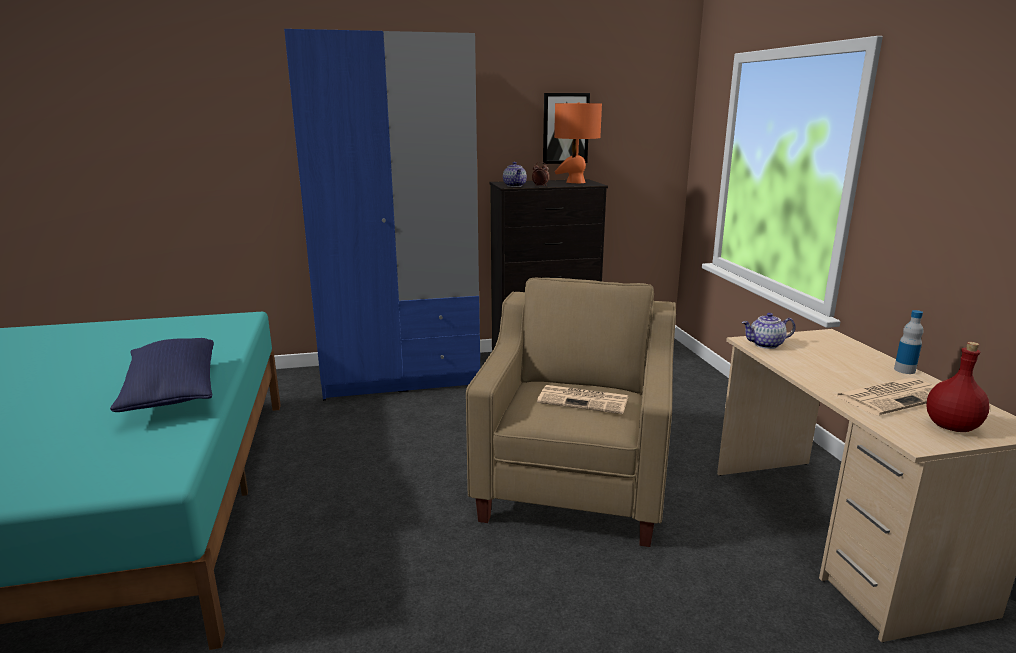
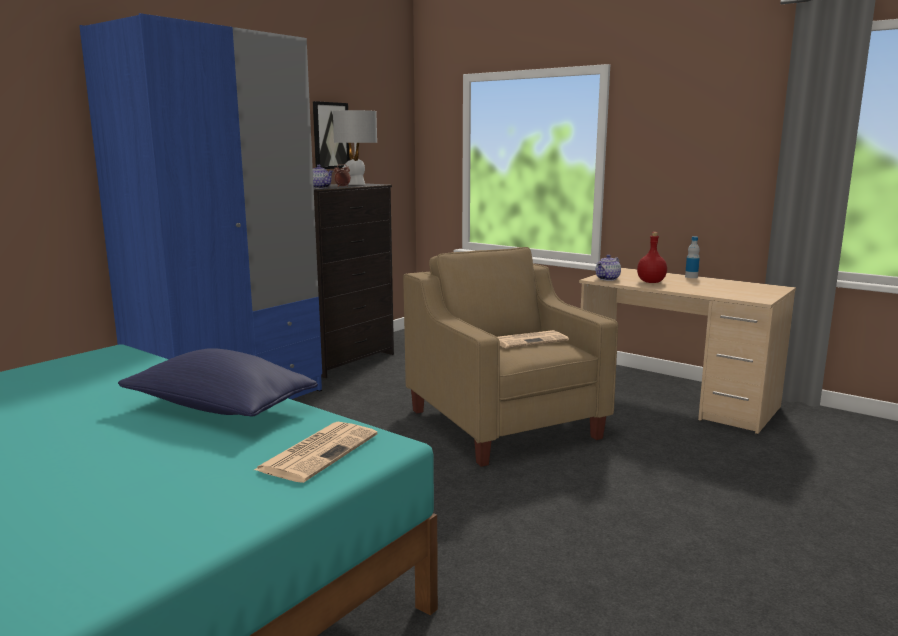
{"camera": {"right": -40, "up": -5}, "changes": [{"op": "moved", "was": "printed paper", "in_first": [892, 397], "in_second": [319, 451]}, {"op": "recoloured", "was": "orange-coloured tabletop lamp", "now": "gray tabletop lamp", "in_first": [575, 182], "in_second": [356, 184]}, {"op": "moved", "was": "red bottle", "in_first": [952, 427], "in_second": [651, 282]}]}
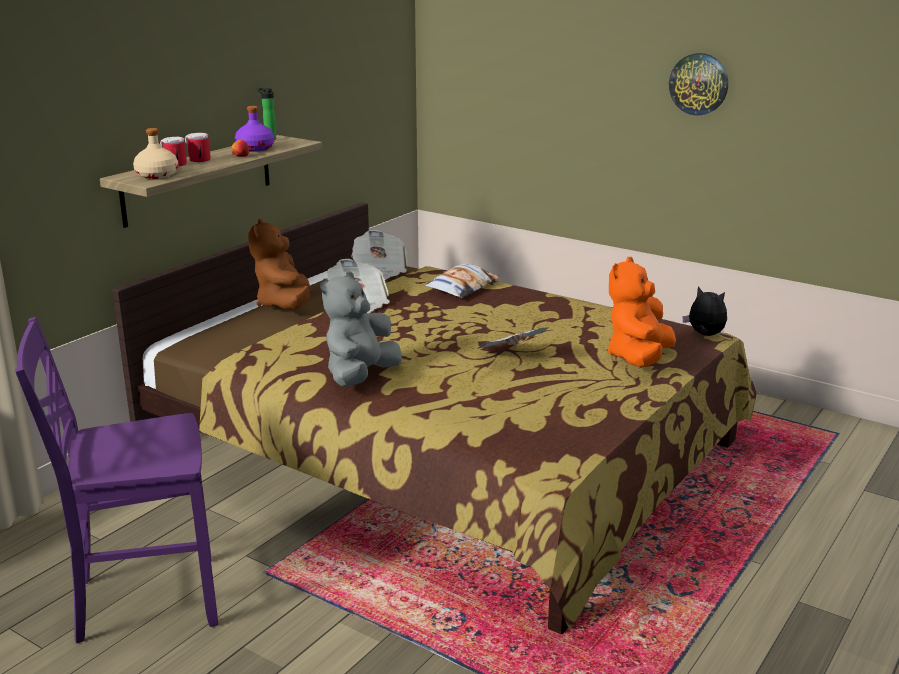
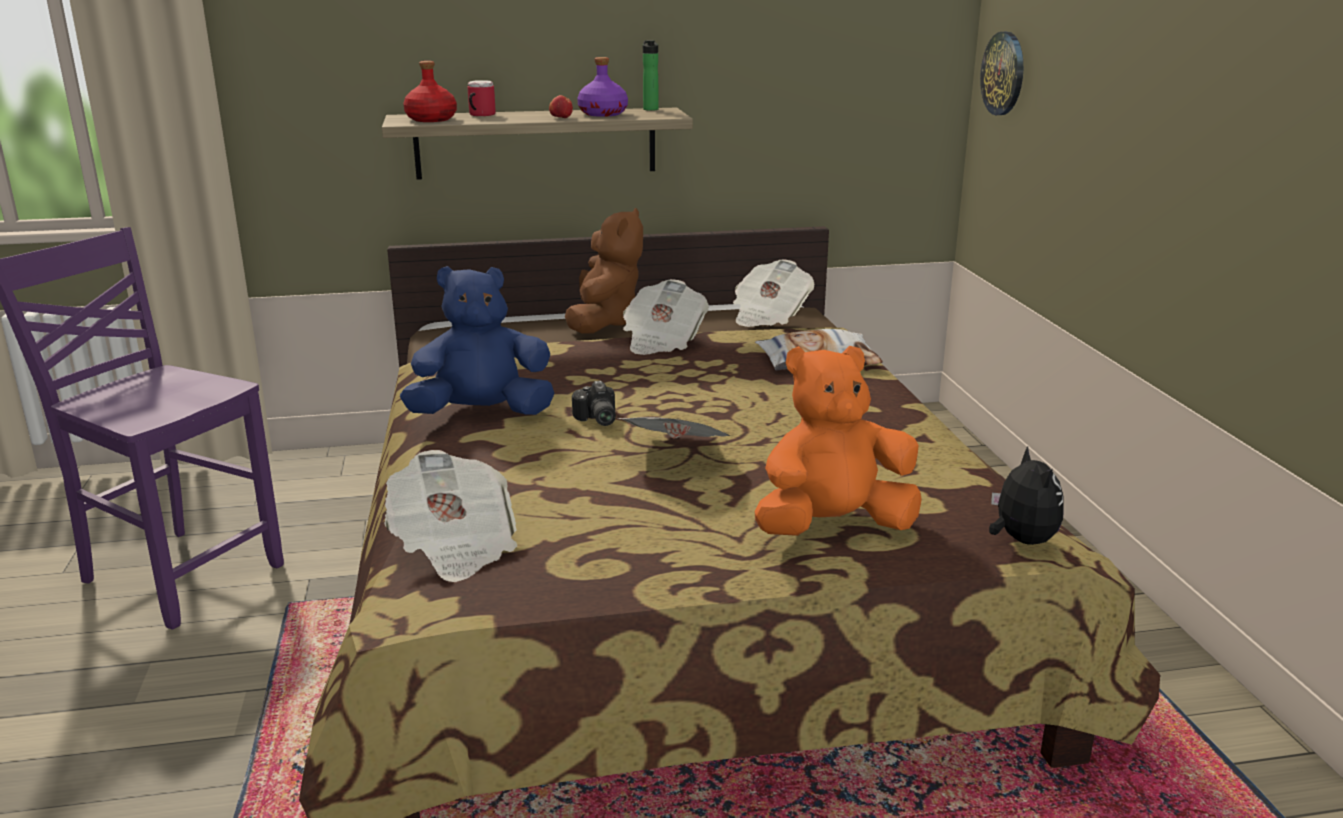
{"camera": {"right": 45, "up": 0}, "changes": [{"op": "added", "now": "printed paper", "in_second": [454, 546]}, {"op": "recoloured", "was": "gray plush toy", "now": "blue plush toy", "in_first": [360, 377], "in_second": [482, 414]}, {"op": "recoloured", "was": "sand-coloured bottle", "now": "red bottle", "in_first": [156, 175], "in_second": [430, 119]}, {"op": "turned", "was": "brown plush toy", "in_first": [284, 305], "in_second": [604, 322], "clockwise": 150}, {"op": "added", "now": "still camera", "in_second": [596, 419]}, {"op": "moved", "was": "wall clock", "in_first": [699, 84], "in_second": [1004, 73]}, {"op": "removed", "was": "mug", "in_first": [199, 161]}]}
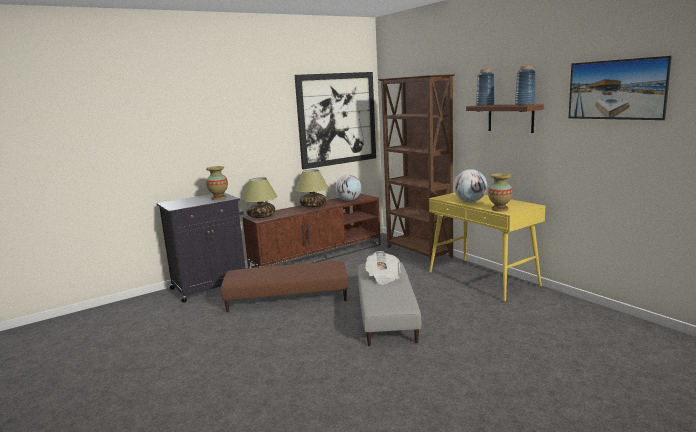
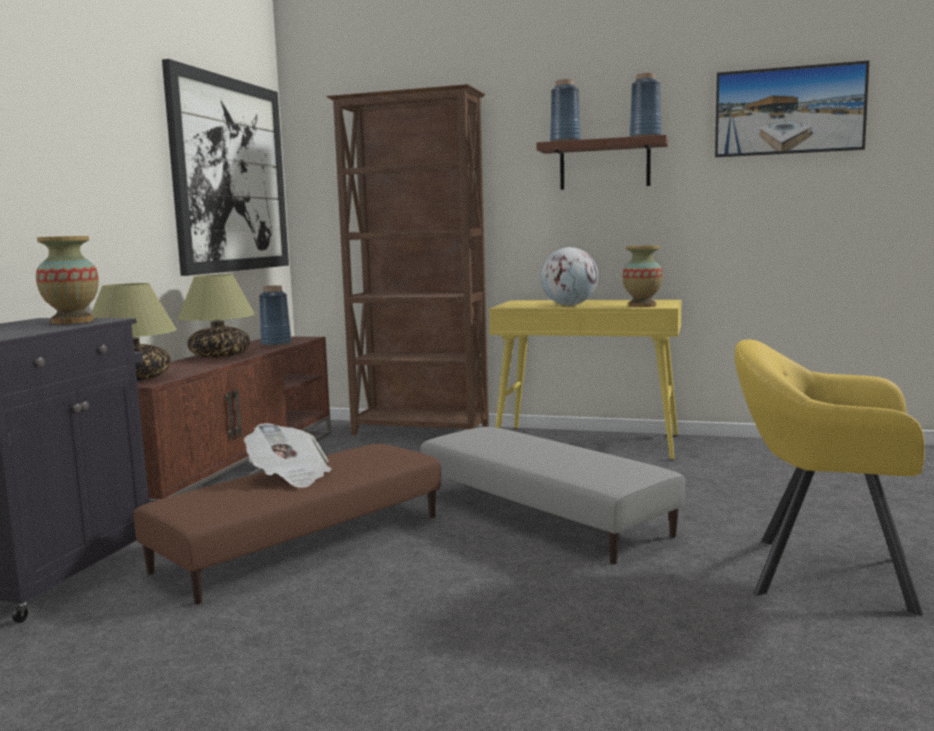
{"camera": {"right": -40, "up": -5}, "changes": [{"op": "moved", "was": "printed paper", "in_first": [383, 277], "in_second": [289, 477]}, {"op": "replaced", "was": "desk globe", "now": "blue flower vase", "in_first": [349, 200], "in_second": [276, 344]}, {"op": "added", "now": "yellow armchair", "in_second": [821, 572]}]}
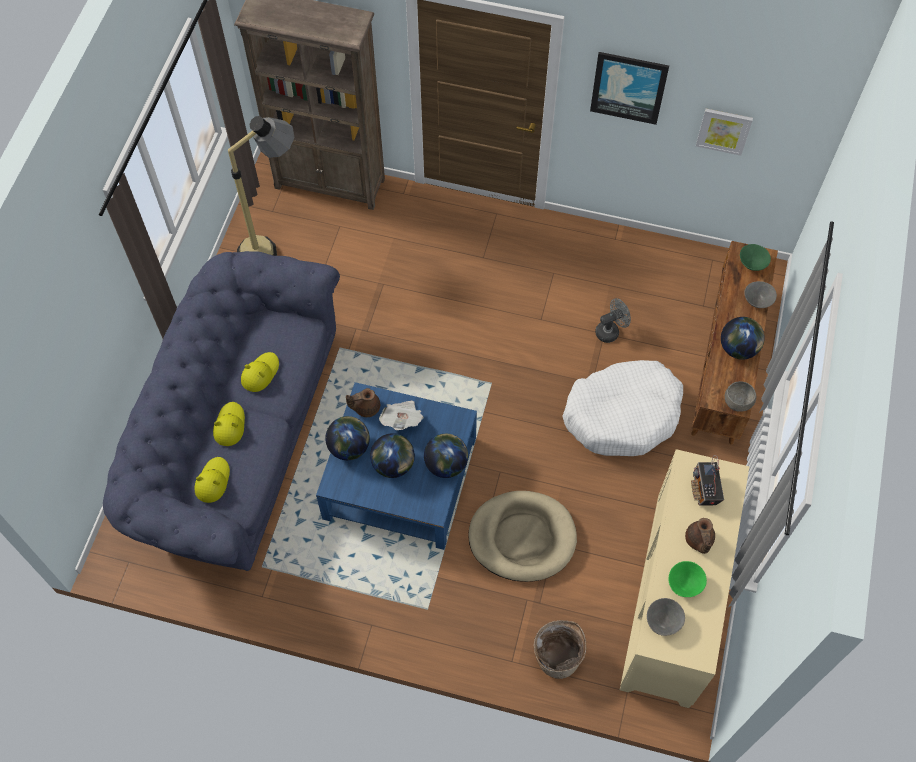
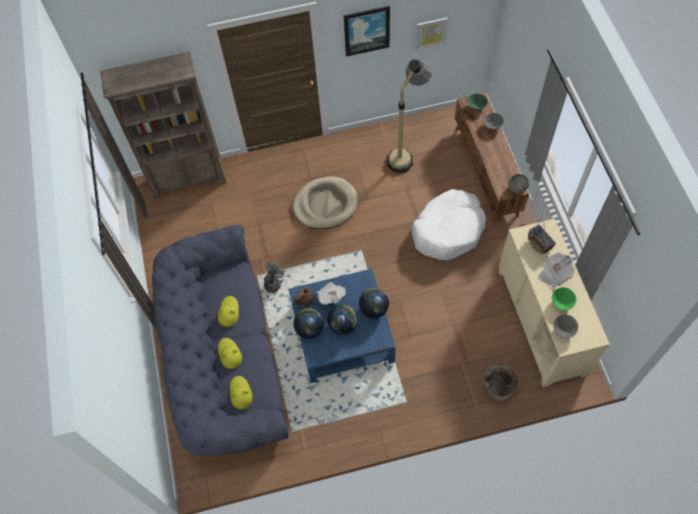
{"camera": {"right": -25, "up": 0}, "changes": [{"op": "moved", "was": "gray cooling fan", "in_first": [610, 331], "in_second": [274, 283]}, {"op": "moved", "was": "sand-coloured pet bed", "in_first": [522, 537], "in_second": [325, 205]}, {"op": "moved", "was": "floor lamp", "in_first": [274, 247], "in_second": [406, 152]}, {"op": "replaced", "was": "brown pot for tea", "now": "printed paper", "in_first": [698, 540], "in_second": [554, 274]}, {"op": "removed", "was": "desk globe", "in_first": [738, 348]}]}
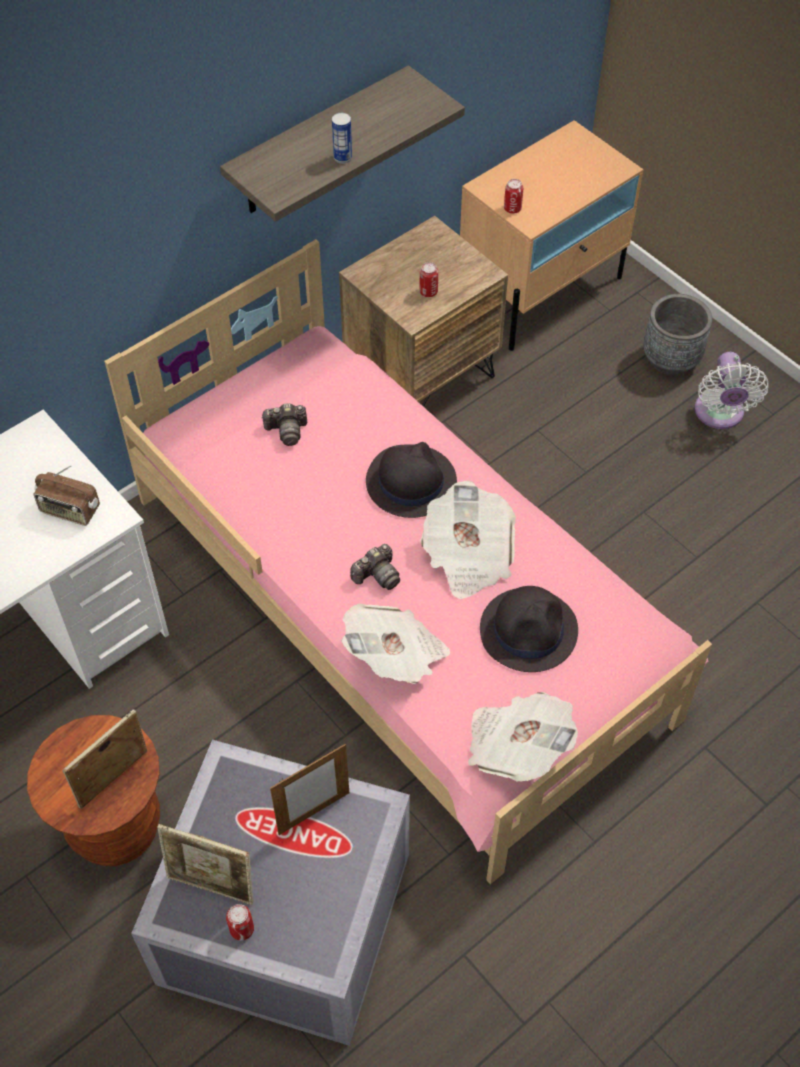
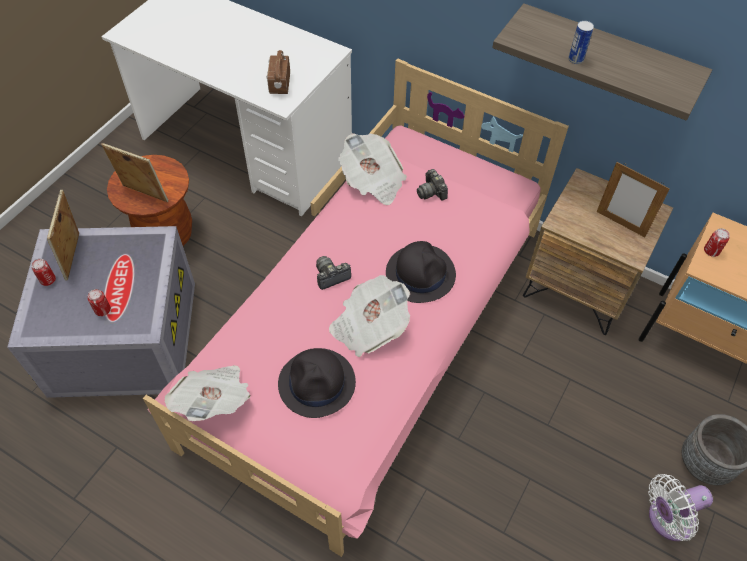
{"camera": {"right": 70, "up": 0}, "changes": [{"op": "moved", "was": "sealed can", "in_first": [428, 292], "in_second": [103, 310]}, {"op": "turned", "was": "still camera", "in_first": [377, 575], "in_second": [331, 276], "clockwise": 120}, {"op": "moved", "was": "printed paper", "in_first": [396, 656], "in_second": [373, 181]}, {"op": "moved", "was": "photo frame", "in_first": [314, 813], "in_second": [620, 224]}]}
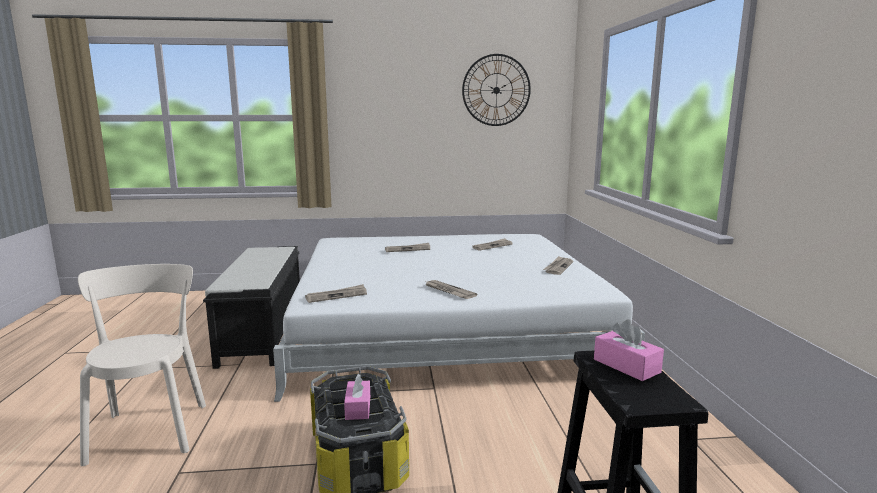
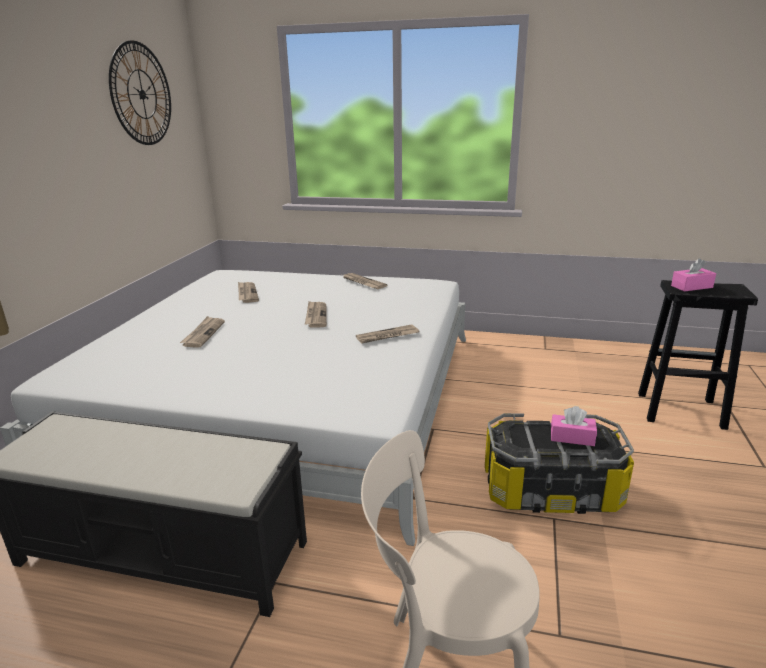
{"camera": {"right": -70, "up": 10}, "changes": [{"op": "moved", "was": "printed paper", "in_first": [337, 296], "in_second": [316, 316]}]}
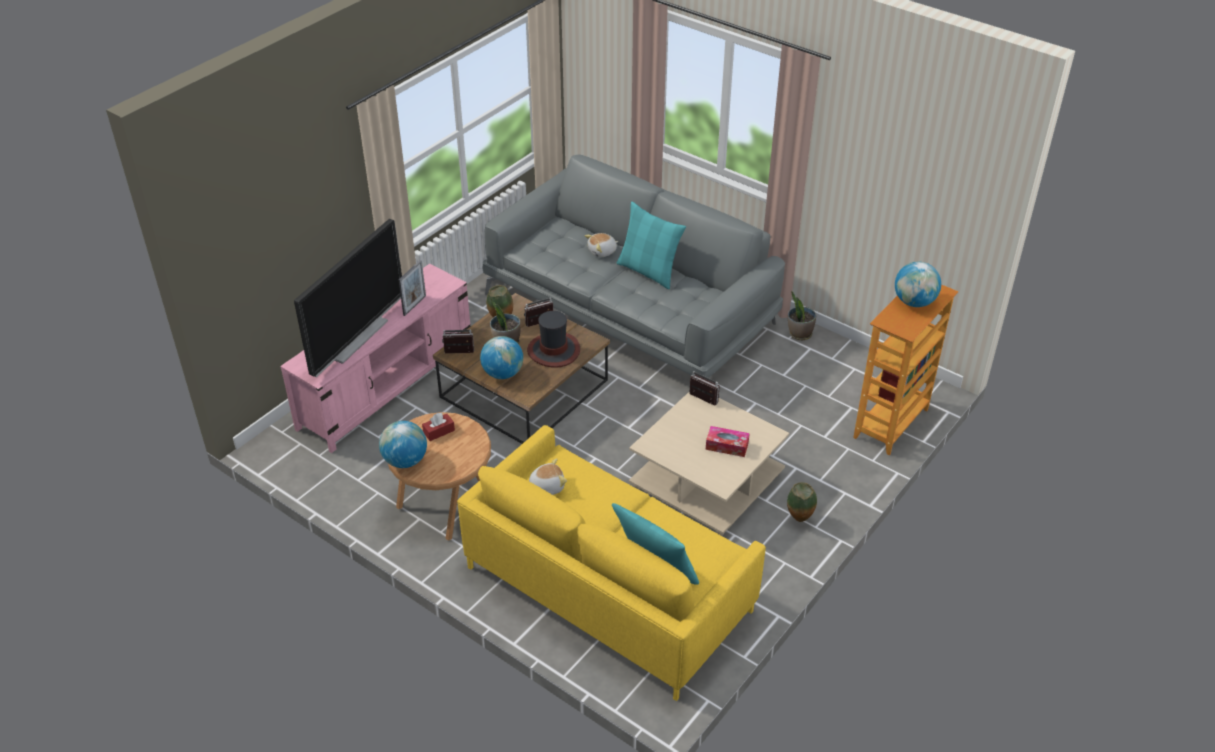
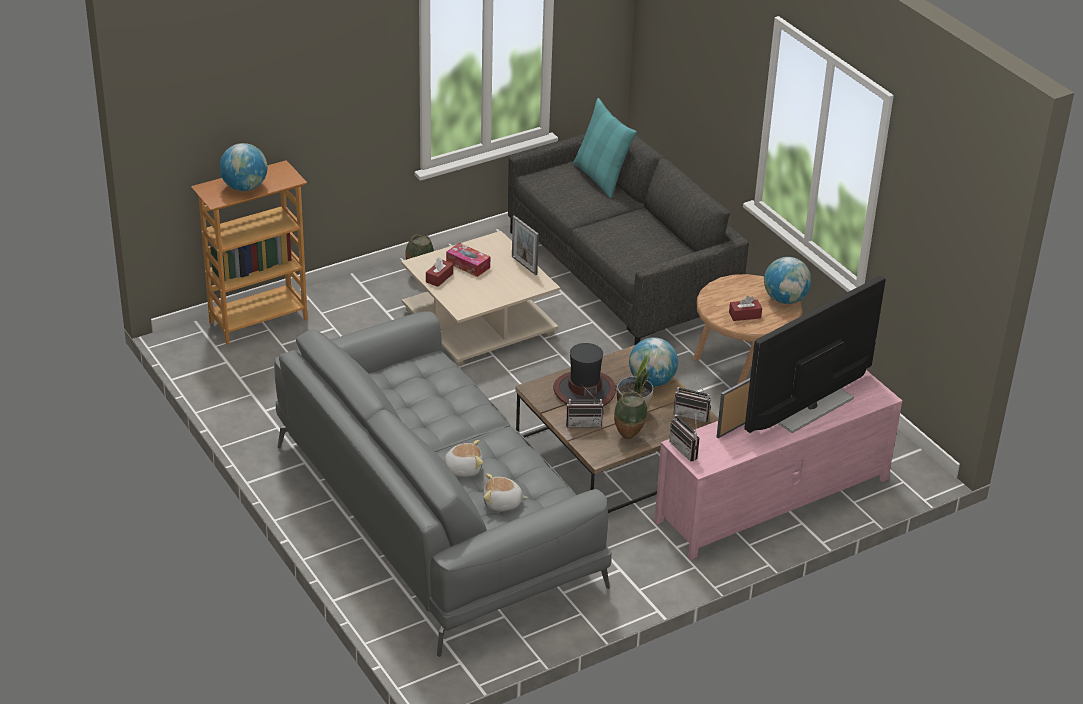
{"camera": {"right": -160, "up": -5}, "changes": [{"op": "added", "now": "red tissue box", "in_second": [439, 278]}, {"op": "moved", "was": "plush toy", "in_first": [546, 486], "in_second": [502, 503]}, {"op": "recoloured", "was": "yellow settee", "now": "gray settee", "in_first": [608, 588], "in_second": [620, 273]}, {"op": "added", "now": "photo frame", "in_second": [524, 265]}, {"op": "moved", "was": "radio", "in_first": [701, 400], "in_second": [687, 449]}, {"op": "removed", "was": "turquoise pillow", "in_first": [648, 271]}, {"op": "removed", "was": "plant in a pot", "in_first": [799, 334]}]}
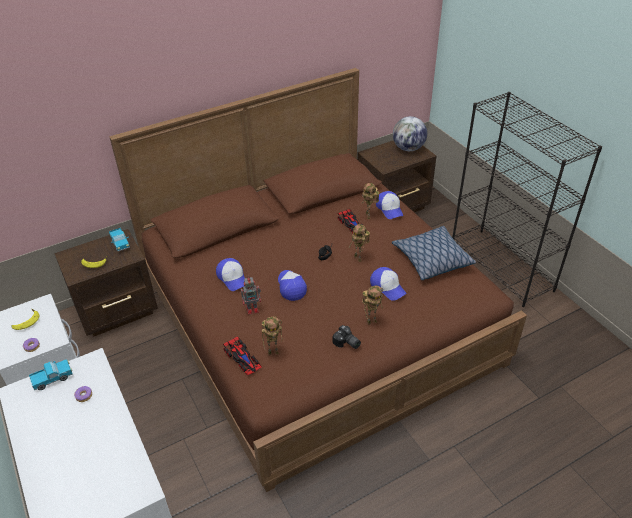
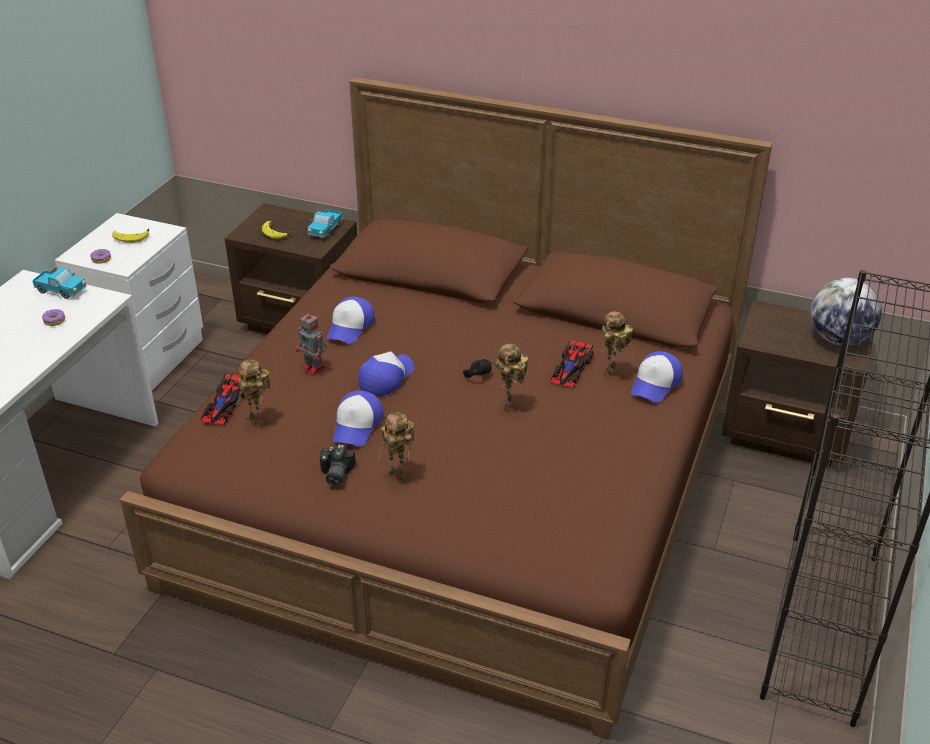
{"camera": {"right": 50, "up": -5}, "changes": [{"op": "moved", "was": "cap", "in_first": [388, 287], "in_second": [357, 425]}, {"op": "removed", "was": "pillow", "in_first": [431, 259]}]}
